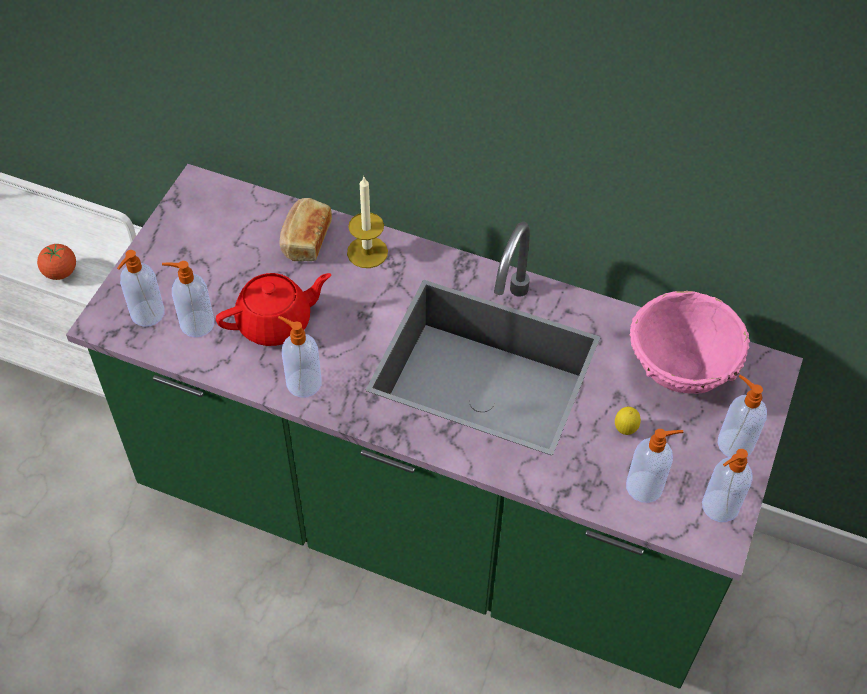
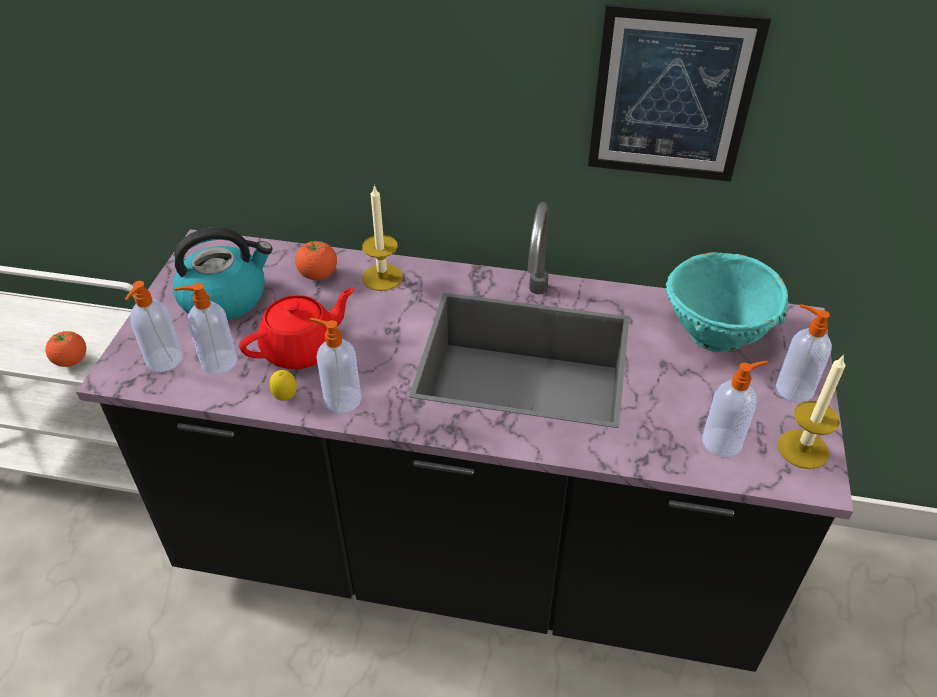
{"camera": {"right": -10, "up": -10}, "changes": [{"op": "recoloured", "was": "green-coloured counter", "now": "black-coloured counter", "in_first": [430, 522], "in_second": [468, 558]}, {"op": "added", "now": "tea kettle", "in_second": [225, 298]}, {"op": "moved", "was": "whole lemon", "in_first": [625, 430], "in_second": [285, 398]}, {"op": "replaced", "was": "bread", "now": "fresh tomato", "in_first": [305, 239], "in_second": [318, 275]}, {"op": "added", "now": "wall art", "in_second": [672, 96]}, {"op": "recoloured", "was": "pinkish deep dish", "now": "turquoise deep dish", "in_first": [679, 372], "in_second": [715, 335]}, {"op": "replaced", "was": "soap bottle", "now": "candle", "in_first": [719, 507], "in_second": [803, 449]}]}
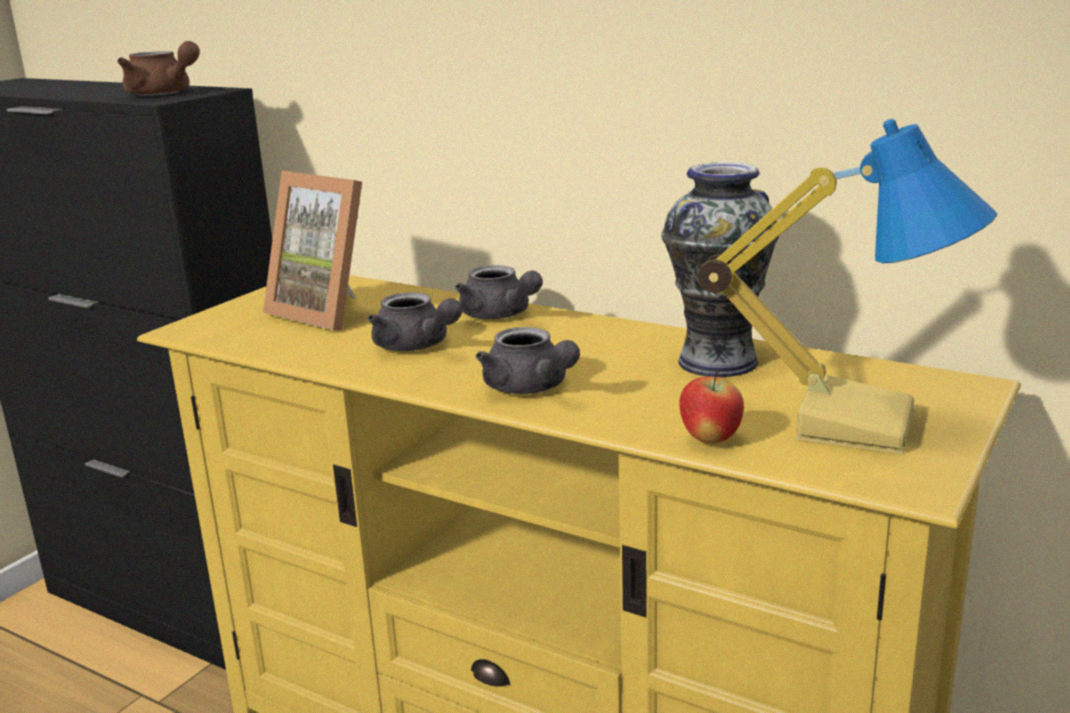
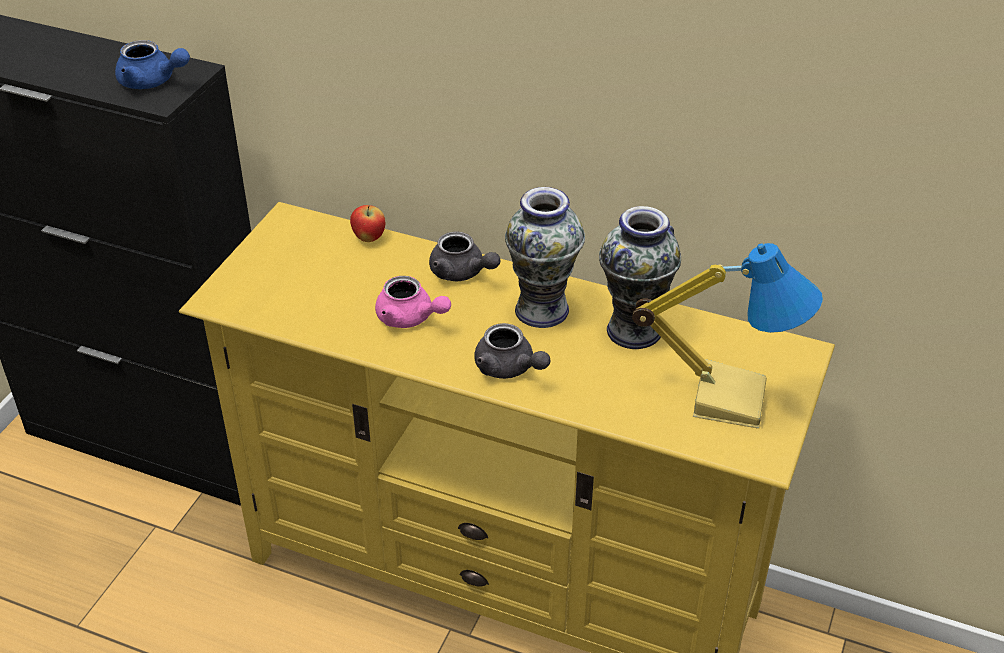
{"camera": {"right": -10, "up": 20}, "changes": [{"op": "recoloured", "was": "brown pot for tea", "now": "blue pot for tea", "in_first": [163, 94], "in_second": [152, 82]}, {"op": "moved", "was": "whole apple", "in_first": [710, 440], "in_second": [369, 238]}, {"op": "recoloured", "was": "gray pot for tea", "now": "pinkish pot for tea", "in_first": [416, 346], "in_second": [410, 318]}, {"op": "added", "now": "flower vase", "in_second": [541, 309]}, {"op": "removed", "was": "photo frame", "in_first": [329, 311]}]}
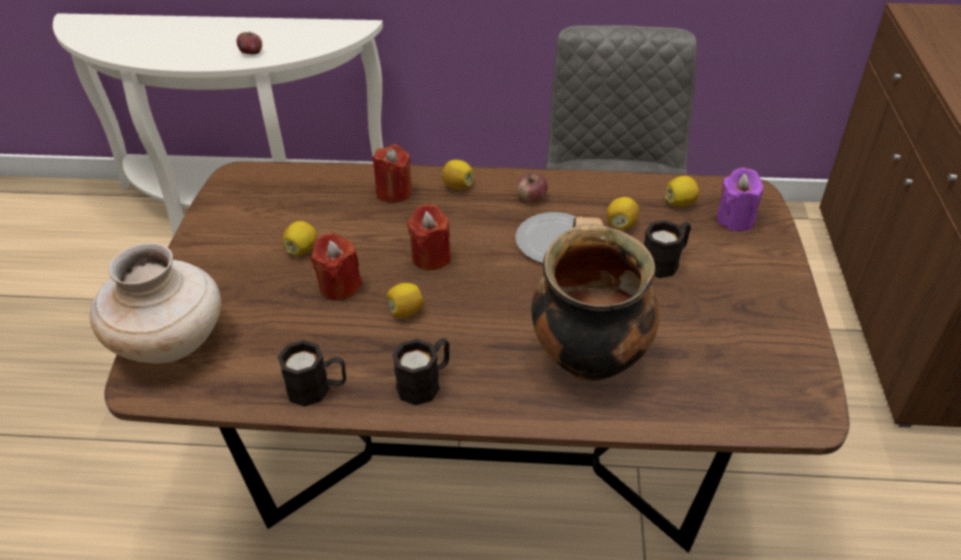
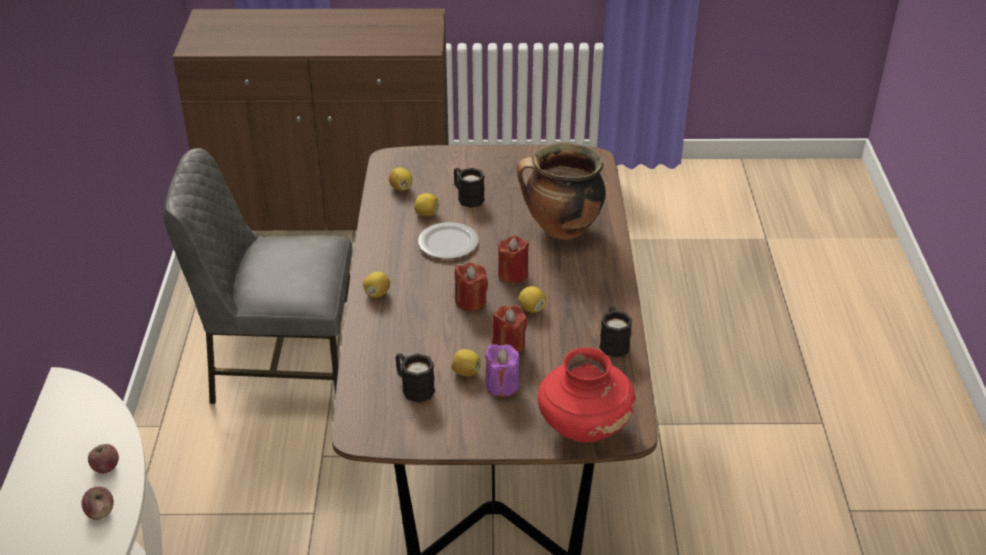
{"camera": {"right": -95, "up": -5}, "changes": [{"op": "moved", "was": "whole apple", "in_first": [531, 198], "in_second": [100, 512]}, {"op": "moved", "was": "black-coloured mug", "in_first": [425, 382], "in_second": [413, 387]}, {"op": "moved", "was": "purple-coloured candle", "in_first": [735, 219], "in_second": [502, 385]}, {"op": "moved", "was": "red candle", "in_first": [394, 192], "in_second": [513, 274]}, {"op": "recoloured", "was": "sand-coloured flower vase", "now": "red flower vase", "in_first": [171, 342], "in_second": [583, 427]}]}
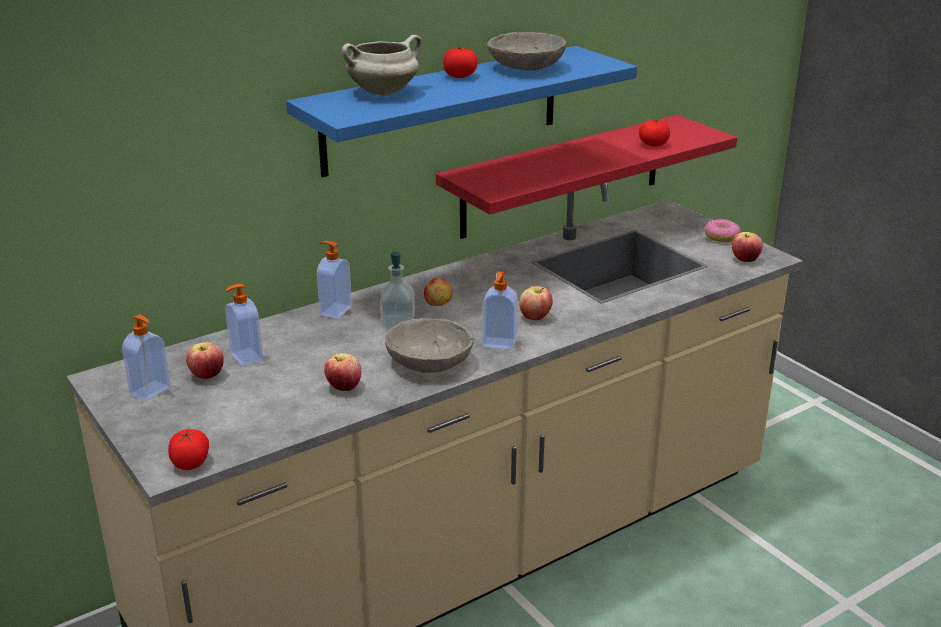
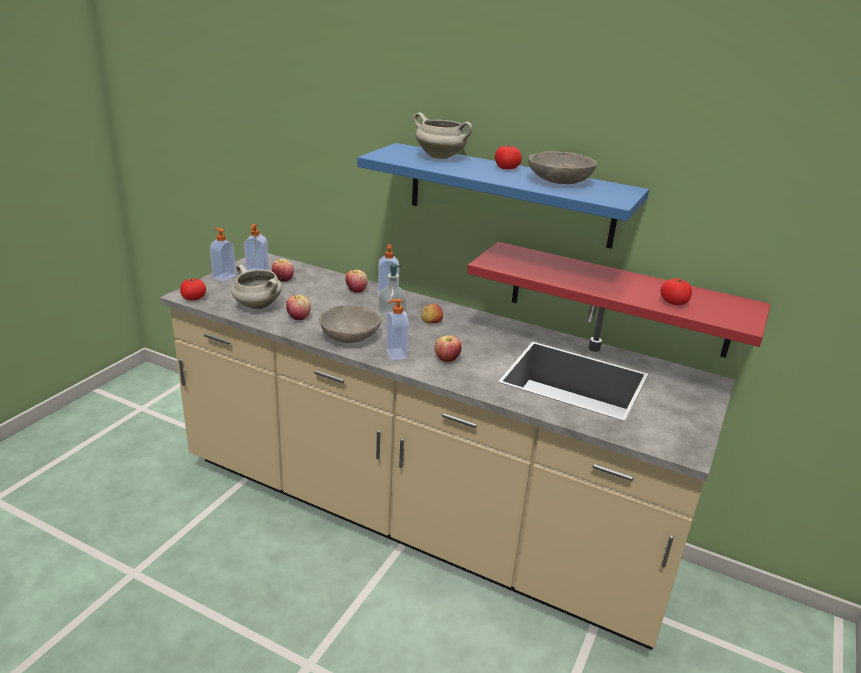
{"camera": {"right": 60, "up": 0}, "changes": [{"op": "moved", "was": "soap bottle", "in_first": [245, 358], "in_second": [223, 277]}, {"op": "added", "now": "white cooking pot", "in_second": [256, 306]}, {"op": "moved", "was": "whole apple", "in_first": [745, 260], "in_second": [356, 291]}, {"op": "removed", "was": "donut", "in_first": [721, 237]}]}
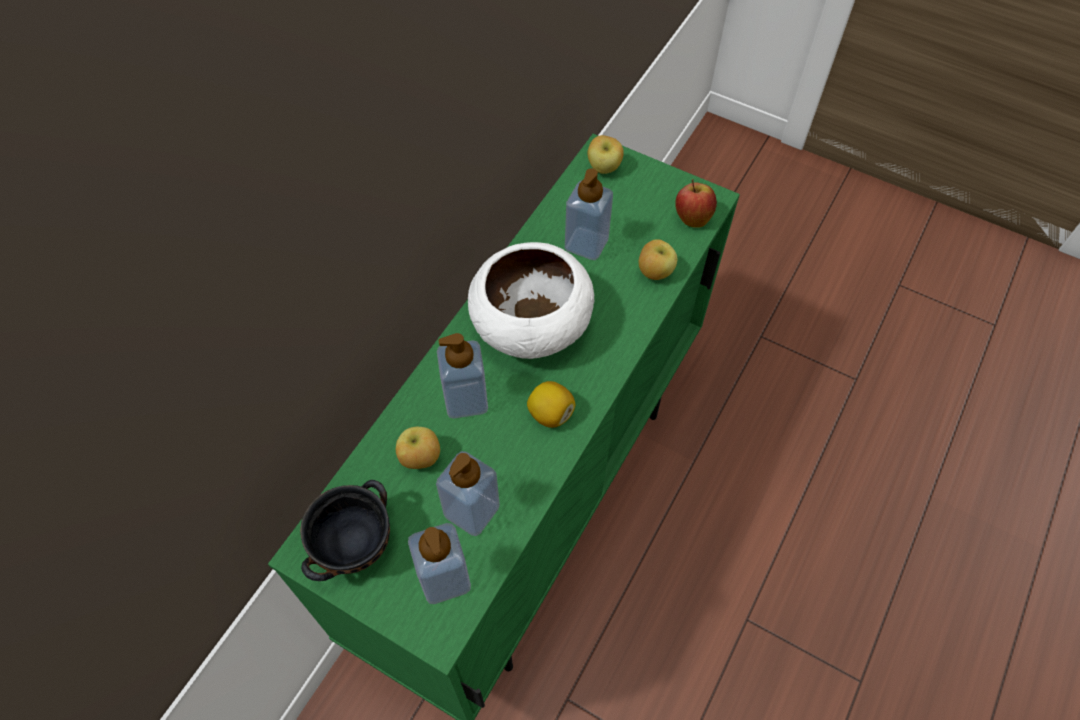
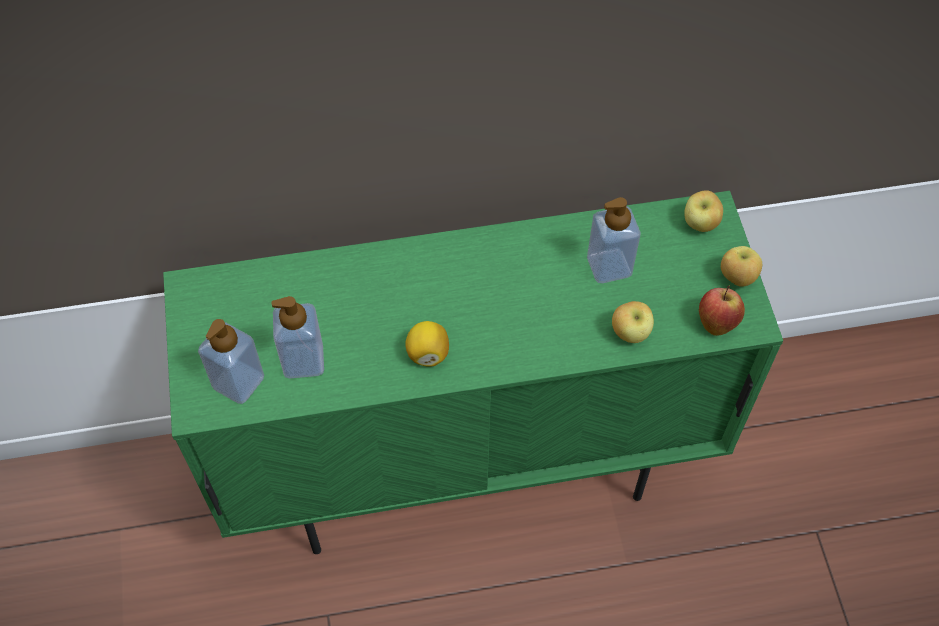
{"camera": {"right": 50, "up": 0}, "changes": [{"op": "moved", "was": "whole apple", "in_first": [420, 459], "in_second": [736, 278]}, {"op": "removed", "was": "black-coloured deep dish", "in_first": [352, 547]}, {"op": "removed", "was": "soap bottle", "in_first": [466, 399]}, {"op": "removed", "was": "white deep dish", "in_first": [529, 324]}]}
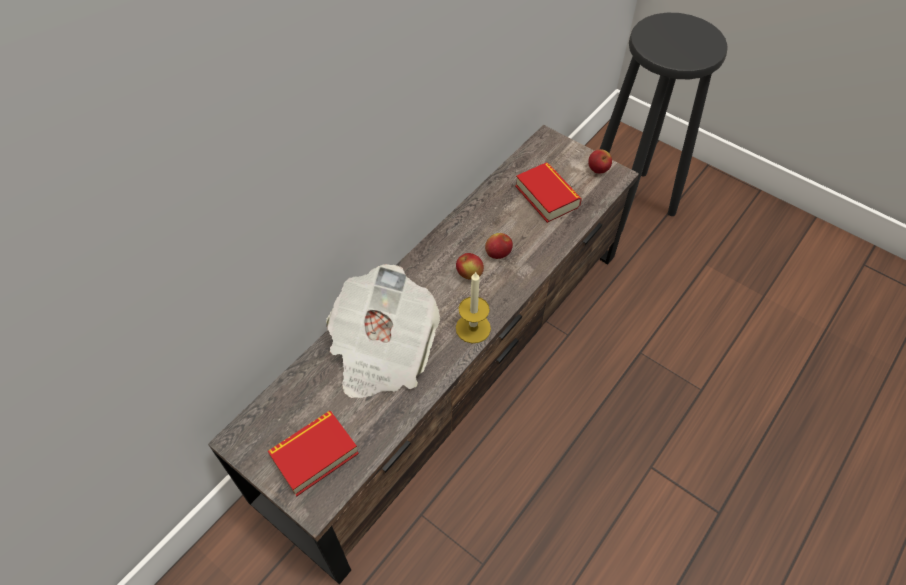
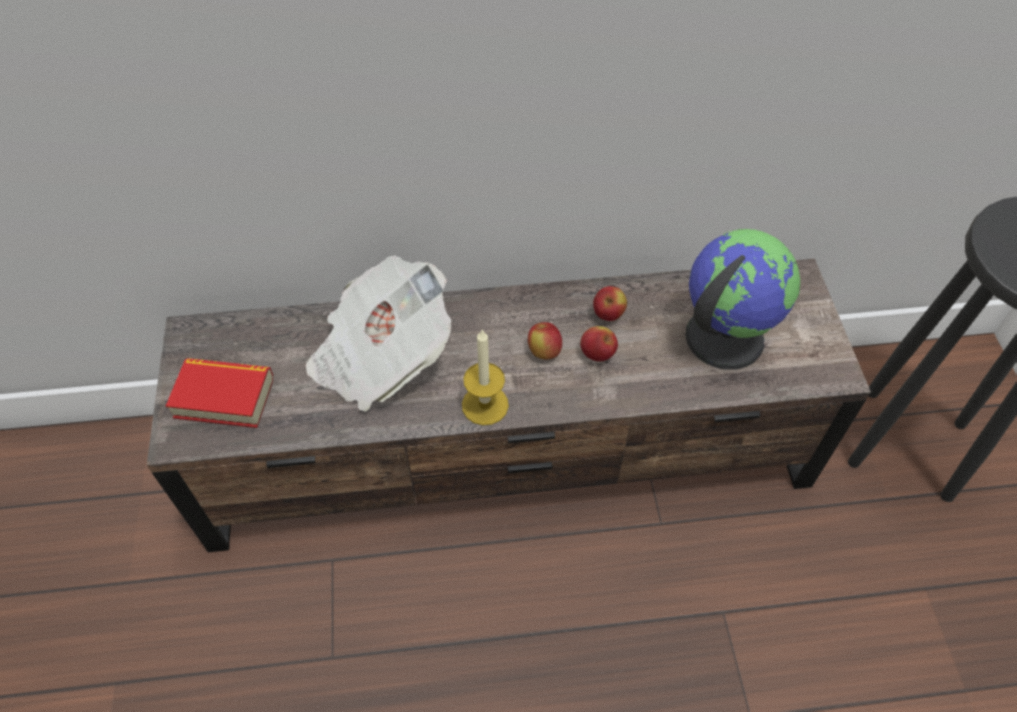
{"camera": {"right": 45, "up": 0}, "changes": [{"op": "moved", "was": "whole apple", "in_first": [598, 170], "in_second": [608, 314]}, {"op": "replaced", "was": "bound book", "now": "desk globe", "in_first": [547, 196], "in_second": [723, 336]}]}
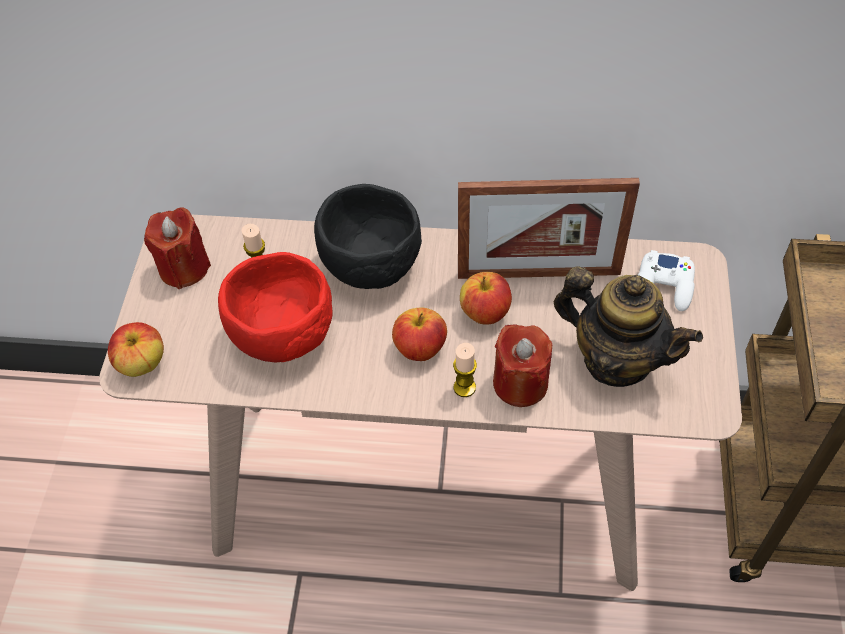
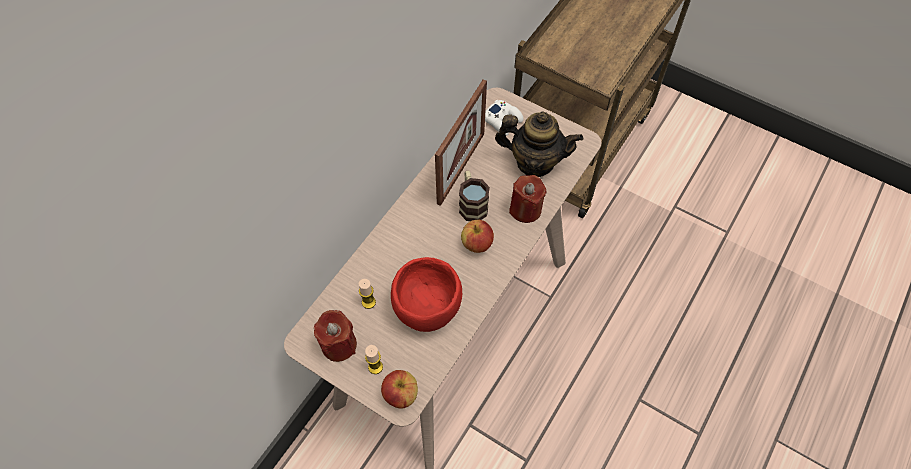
{"camera": {"right": -65, "up": 5}, "changes": [{"op": "moved", "was": "candle", "in_first": [464, 387], "in_second": [375, 367]}, {"op": "replaced", "was": "whole apple", "now": "mug", "in_first": [485, 313], "in_second": [471, 204]}, {"op": "turned", "was": "pot for tea", "in_first": [616, 359], "in_second": [534, 162], "clockwise": 45}, {"op": "removed", "was": "black-coloured deep dish", "in_first": [369, 268]}]}
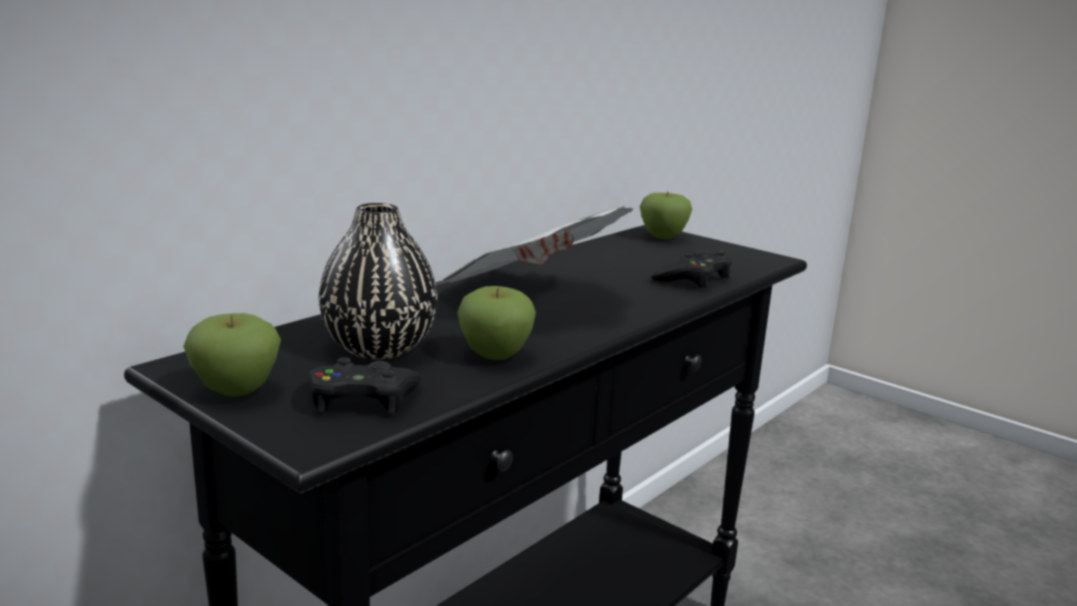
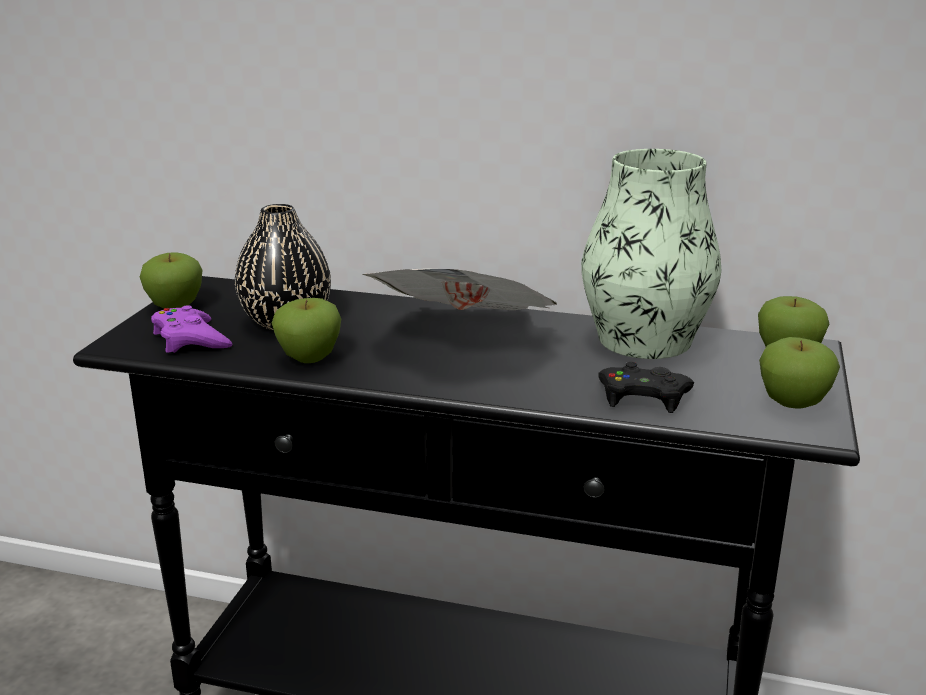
{"camera": {"right": 65, "up": 5}, "changes": [{"op": "recoloured", "was": "black-coloured game controller", "now": "purple-coloured game controller", "in_first": [361, 398], "in_second": [190, 339]}, {"op": "added", "now": "flower vase", "in_second": [644, 339]}, {"op": "added", "now": "whole apple", "in_second": [792, 403]}]}
